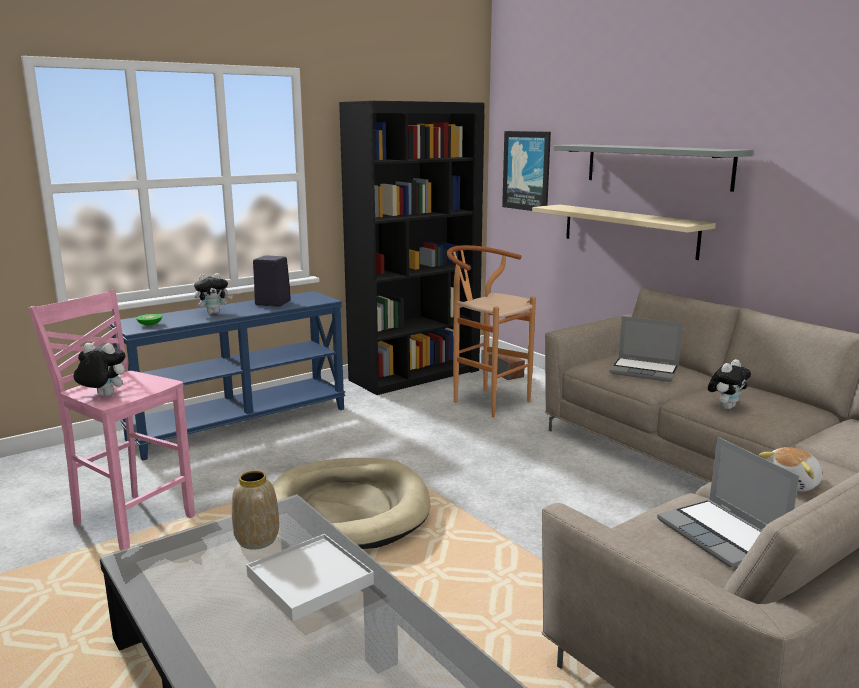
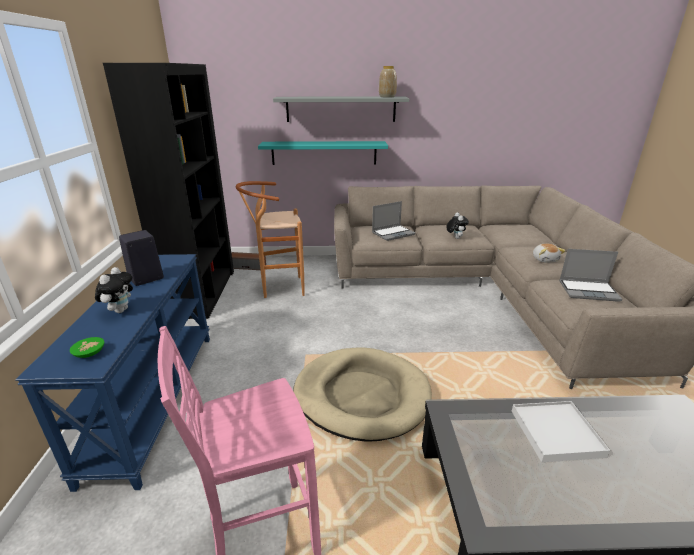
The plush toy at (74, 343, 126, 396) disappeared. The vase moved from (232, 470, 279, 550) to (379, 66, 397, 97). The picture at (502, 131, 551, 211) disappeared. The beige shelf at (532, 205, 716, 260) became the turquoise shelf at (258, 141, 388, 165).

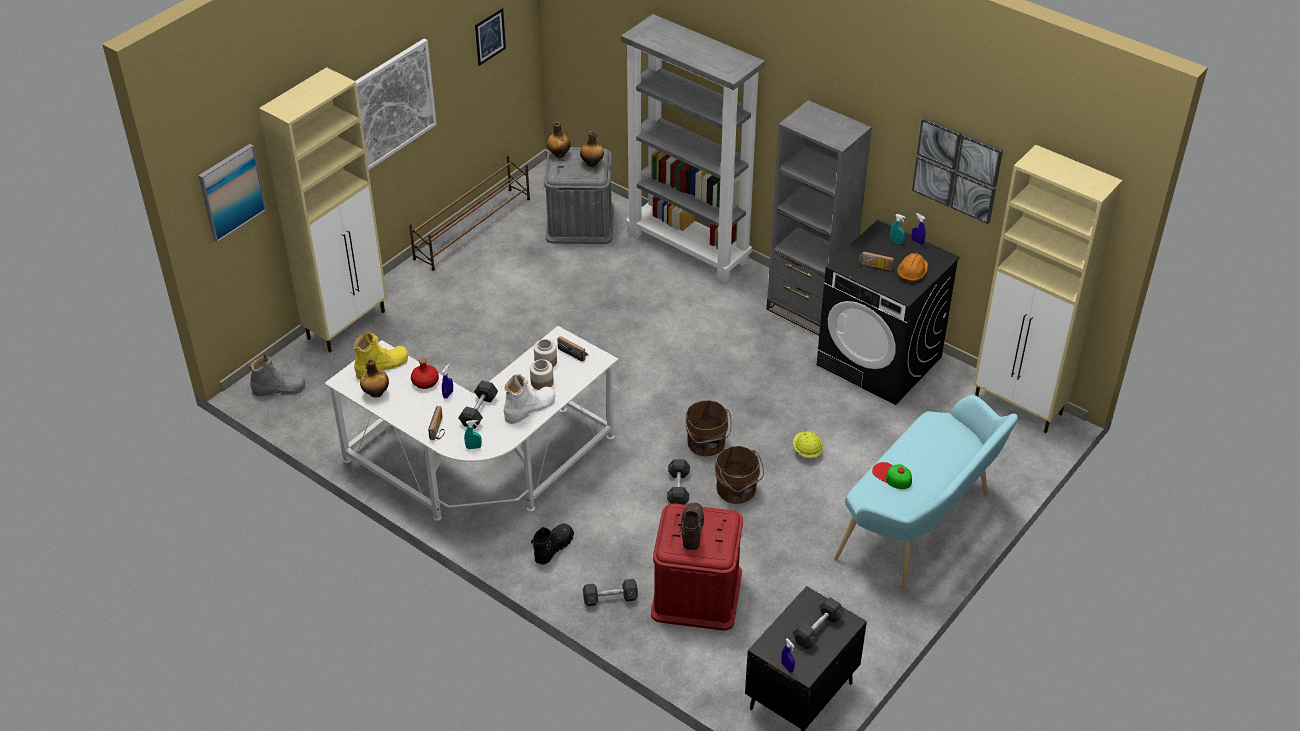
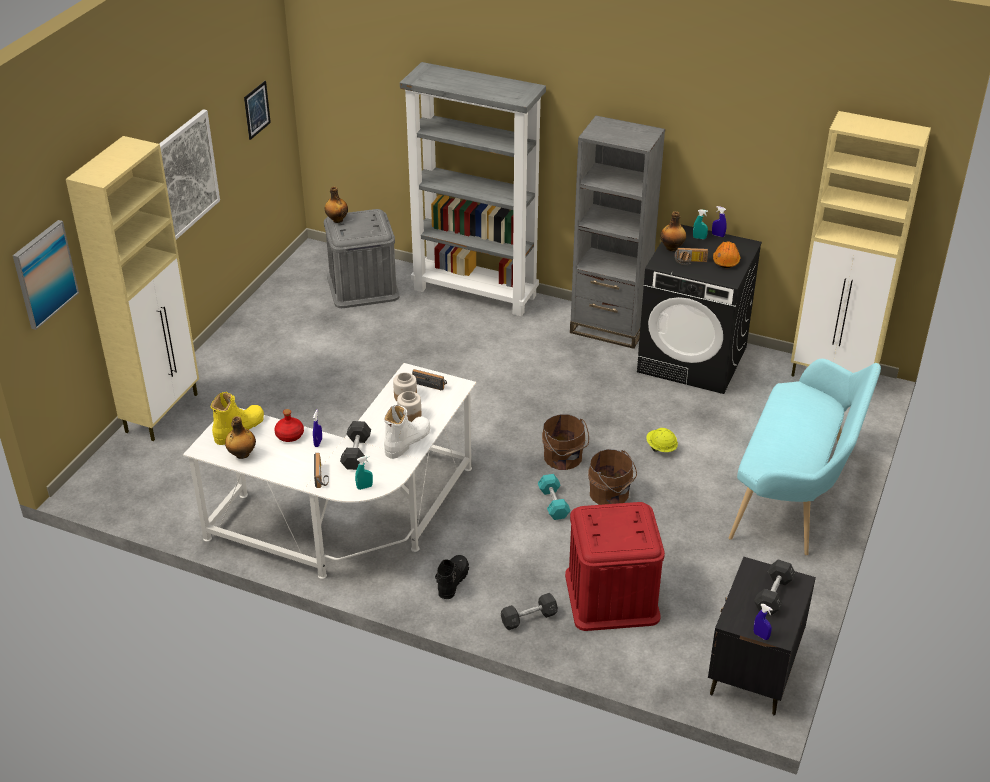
The grey boot at (249, 355, 305, 396) disappeared. The brown shoe rack at (409, 156, 530, 270) disappeared. The bottle moved from (580, 131, 604, 167) to (660, 211, 686, 251). The grey dumbbell at (667, 459, 690, 505) became the turquoise dumbbell at (538, 474, 571, 520). The brown boot at (679, 503, 704, 550) disappeared. The cap at (872, 462, 912, 489) disappeared. The picture at (912, 117, 1003, 224) disappeared.

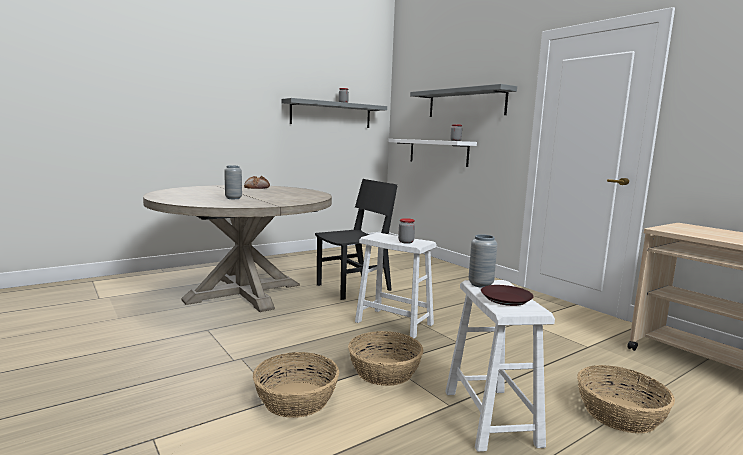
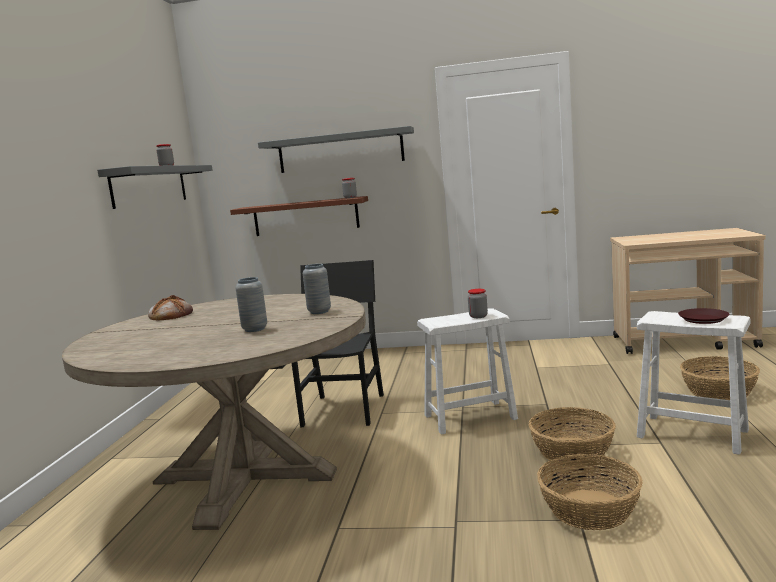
The white shelf at (388, 139, 477, 167) became the brown shelf at (230, 196, 368, 236). The grey vase moved from (469, 234, 497, 288) to (303, 264, 331, 314).

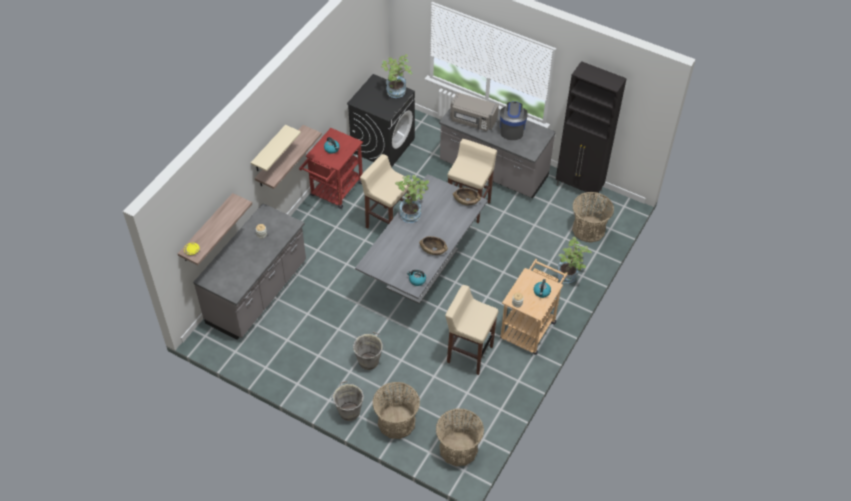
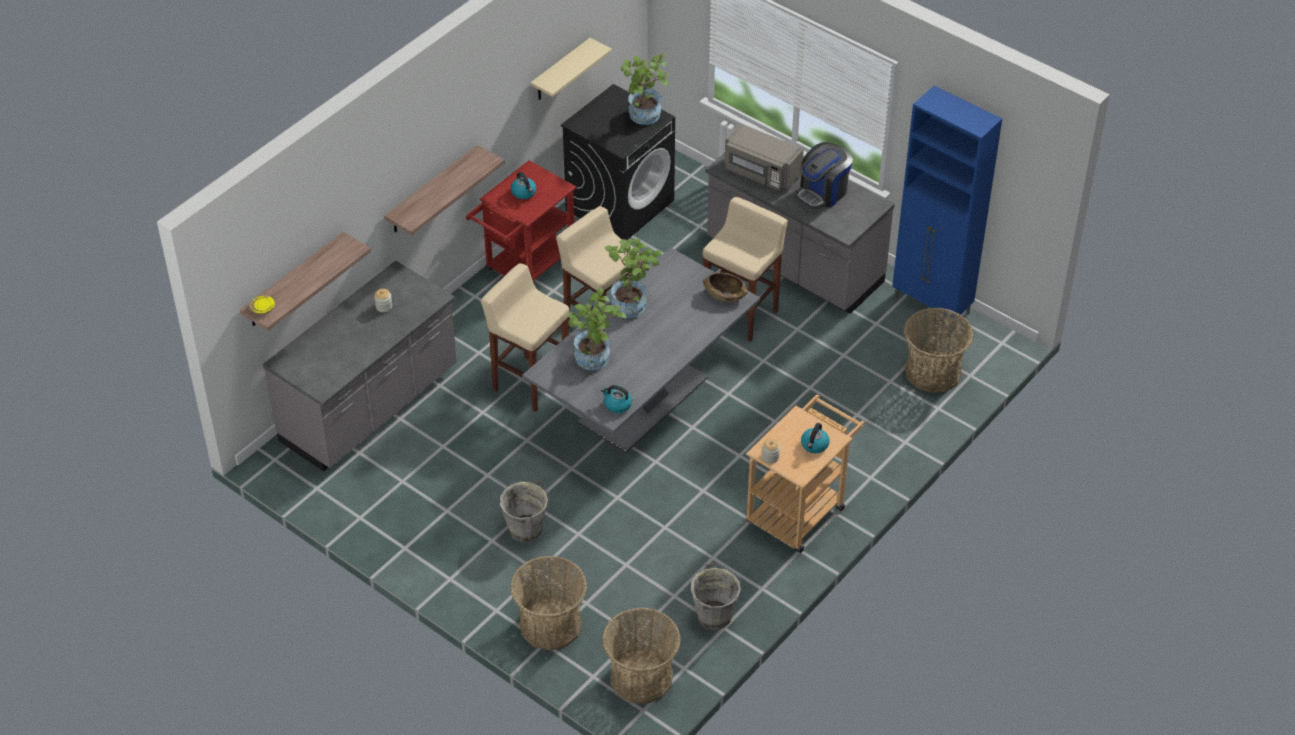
The beige shelf moved from (251, 125, 301, 171) to (531, 38, 612, 100). The grey bucket moved from (331, 381, 364, 421) to (688, 563, 742, 630). The brown bowl at (419, 236, 448, 255) disappeared. The beige stool moved from (445, 285, 498, 375) to (481, 263, 570, 412). The coffee machine at (500, 101, 528, 140) turned 150 degrees counterclockwise. The black cabinet at (556, 61, 627, 201) became the blue cabinet at (892, 85, 1002, 328). The potted plant moved from (557, 237, 592, 283) to (566, 288, 627, 370).

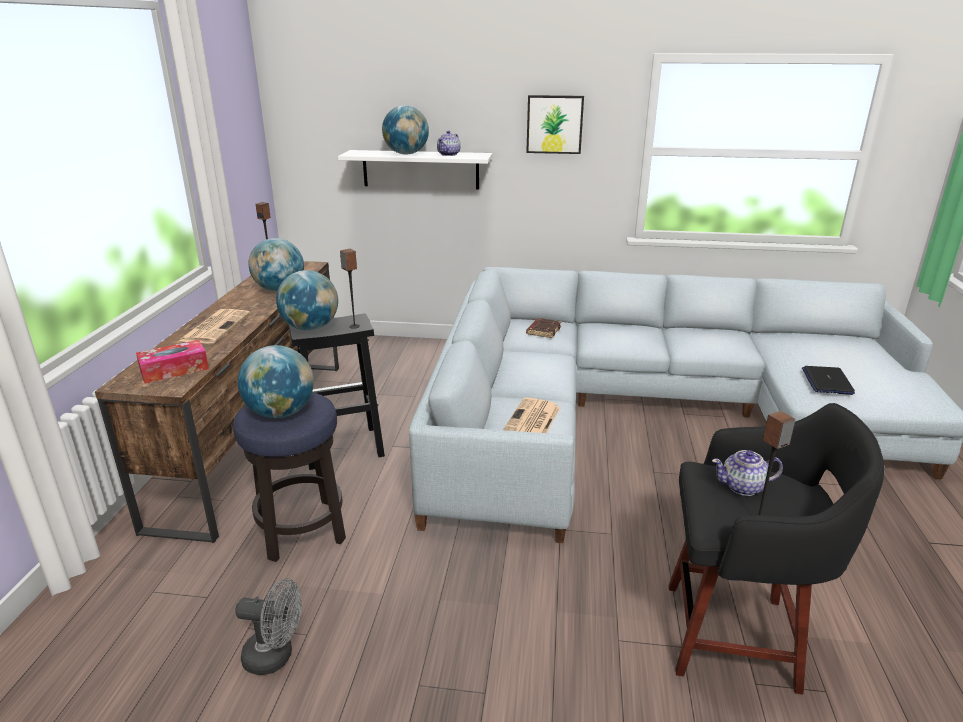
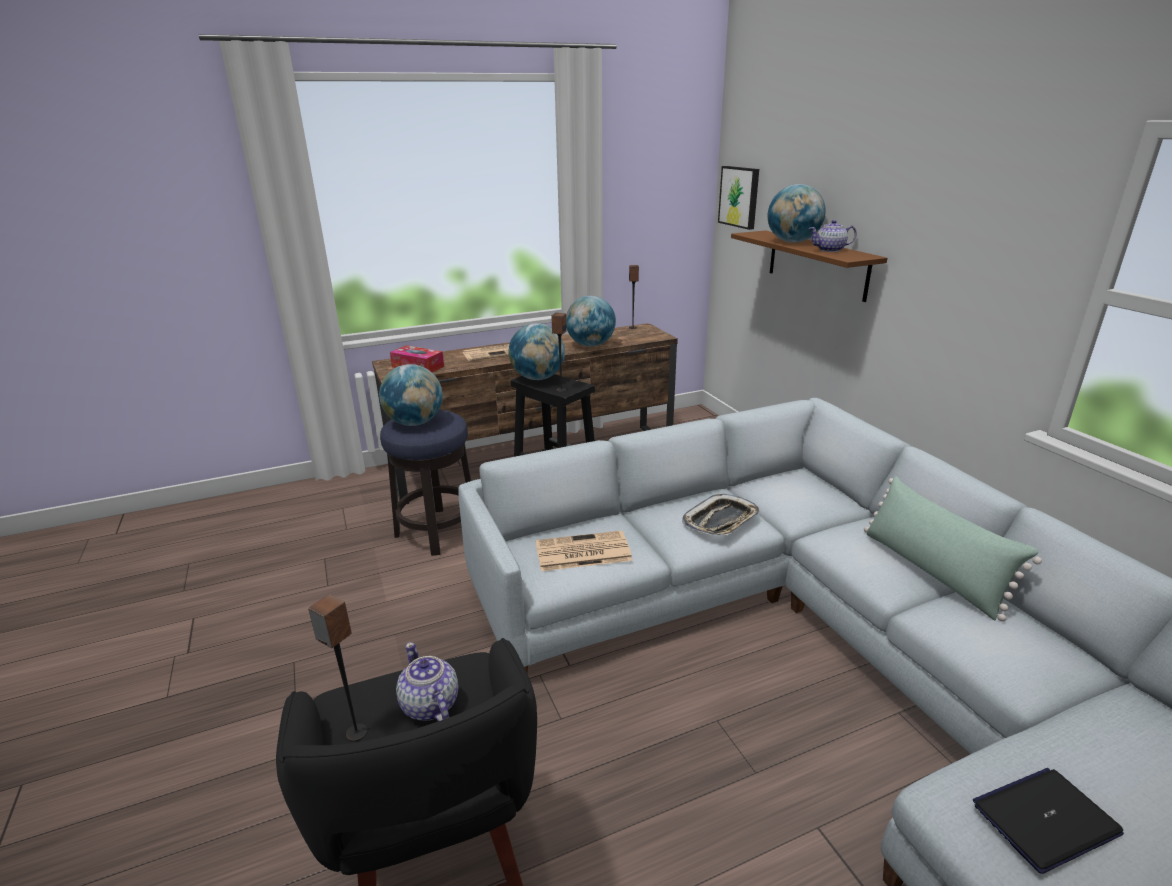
The grey fan at (235, 578, 302, 675) disappeared. The white shelf at (338, 150, 493, 189) became the brown shelf at (731, 230, 887, 302). The picture moved from (526, 95, 584, 154) to (718, 166, 759, 230). The brown book at (526, 318, 561, 338) disappeared. The tray at (682, 494, 759, 535) appeared. The green pillow at (864, 476, 1042, 622) appeared.

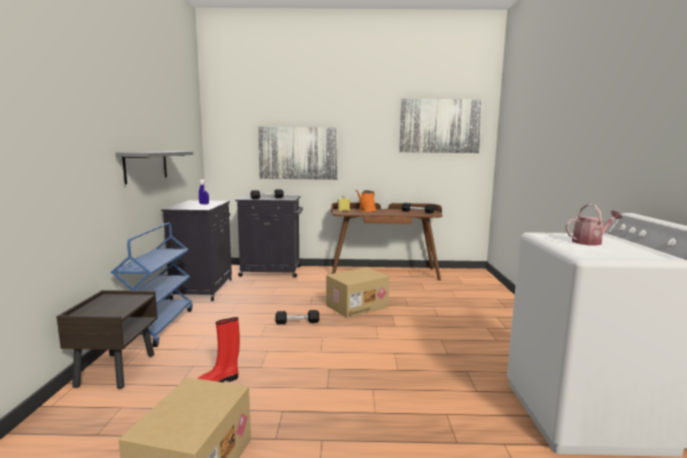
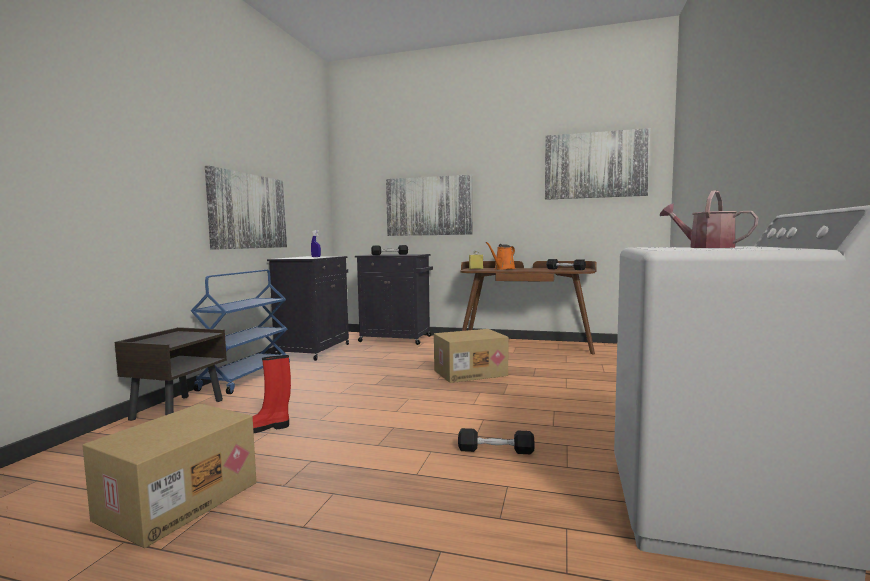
The grey shelf at (116, 151, 193, 184) was replaced by the picture at (205, 166, 287, 250). The black dumbbell moved from (275, 310, 319, 324) to (458, 428, 535, 454). The watering can at (566, 204, 622, 246) turned 135 degrees counterclockwise.

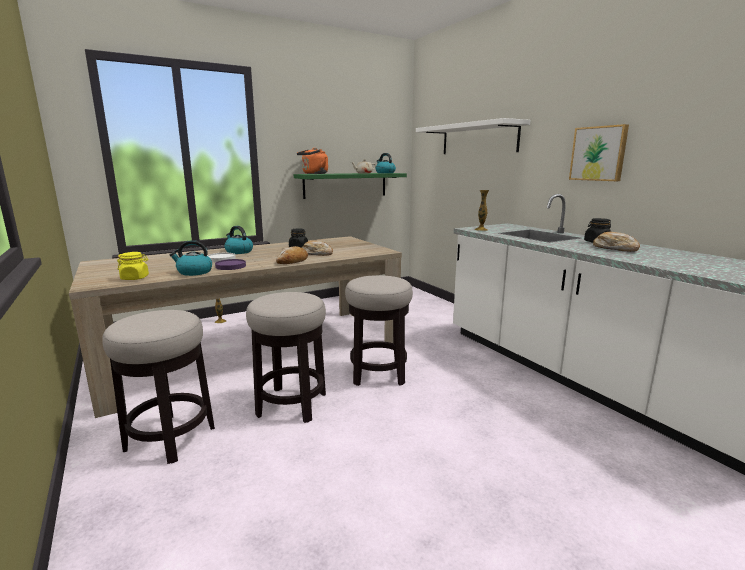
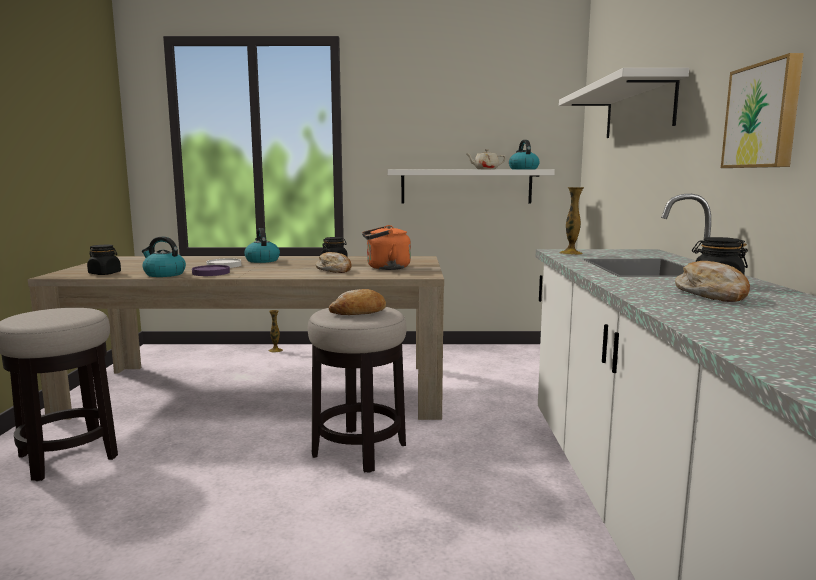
The yellow jar at (117, 252, 149, 280) became the black jar at (87, 245, 121, 275). The stool at (246, 292, 326, 423) disappeared. The bread moved from (276, 246, 308, 264) to (329, 289, 386, 315). The green shelf at (294, 173, 407, 199) became the white shelf at (387, 170, 555, 204). The orange kettle moved from (297, 148, 328, 174) to (362, 225, 411, 270).

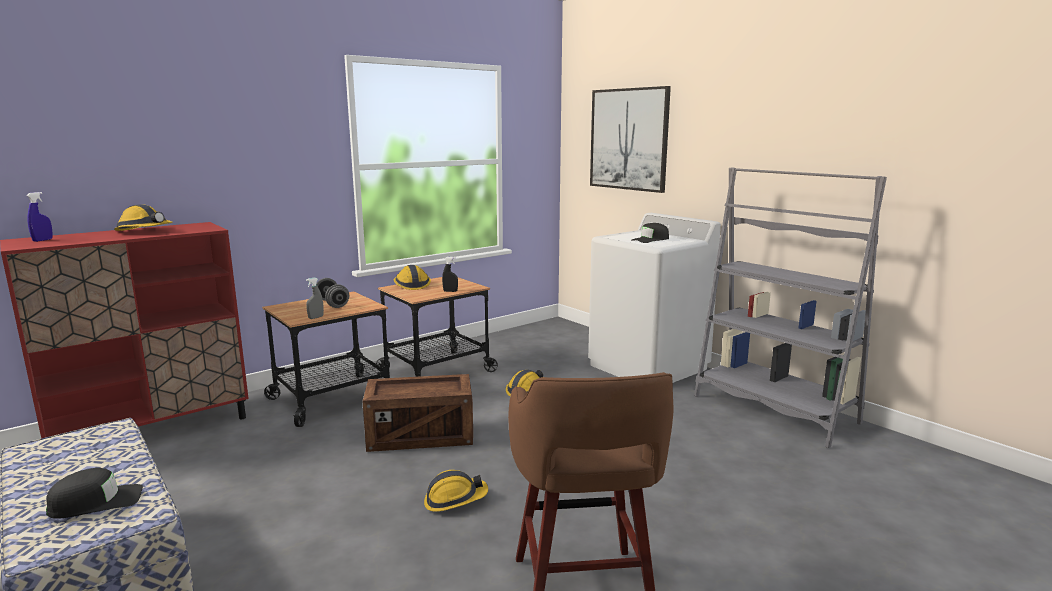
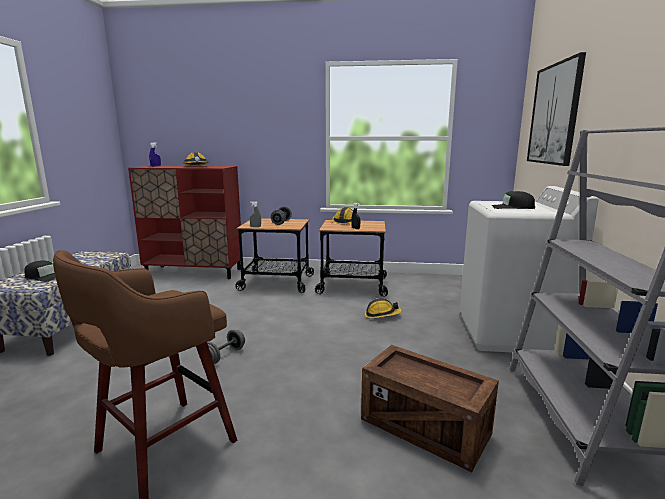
The crate moved from (363, 374, 473, 452) to (361, 345, 499, 472). The hard hat at (424, 470, 488, 512) was replaced by the grey dumbbell at (207, 330, 245, 364).

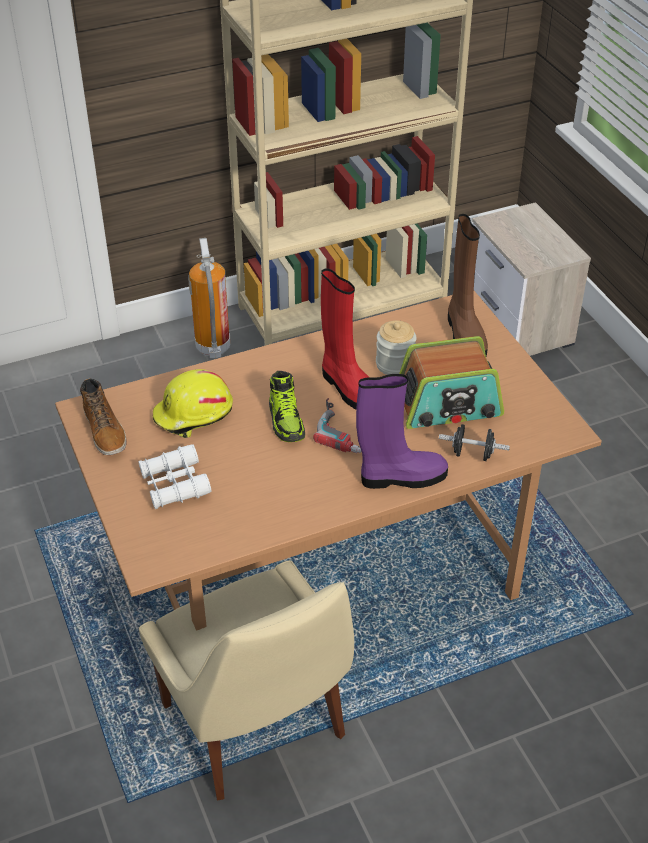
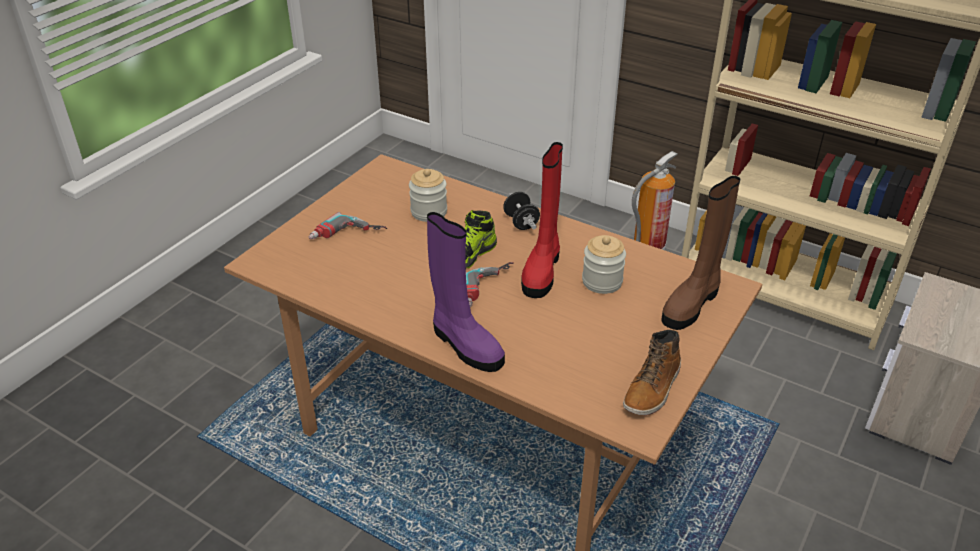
The boot moved from (80, 378, 127, 455) to (623, 330, 681, 415). The white binoculars at (138, 444, 212, 509) was replaced by the power drill at (309, 212, 387, 239). The beige chair at (139, 560, 354, 800) disappeared. The yellow hard hat at (153, 369, 233, 438) was replaced by the jar at (409, 169, 447, 222). The radio at (399, 336, 504, 429) disappeared. The black dumbbell moved from (439, 424, 510, 461) to (503, 192, 540, 230).

